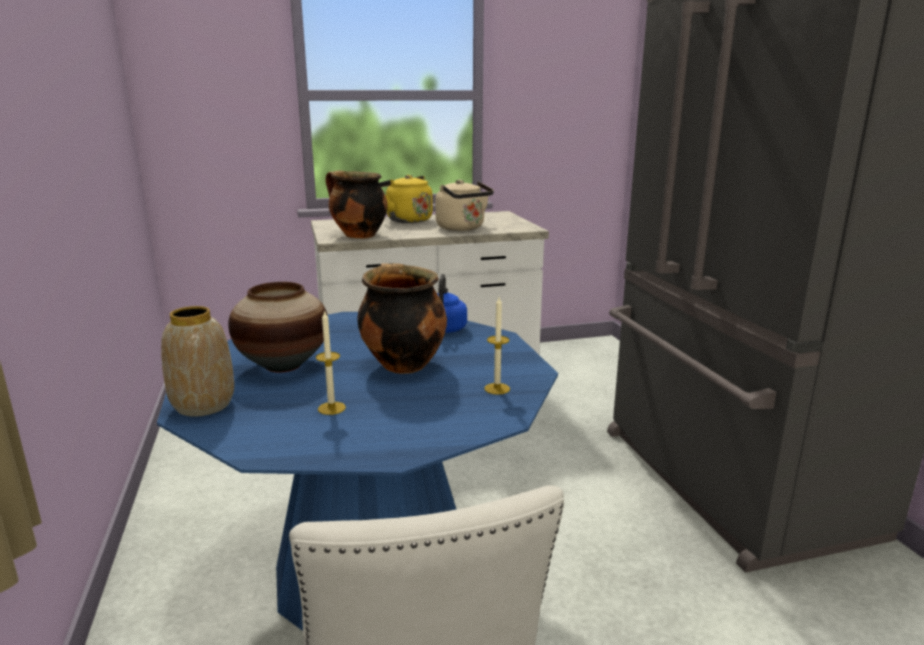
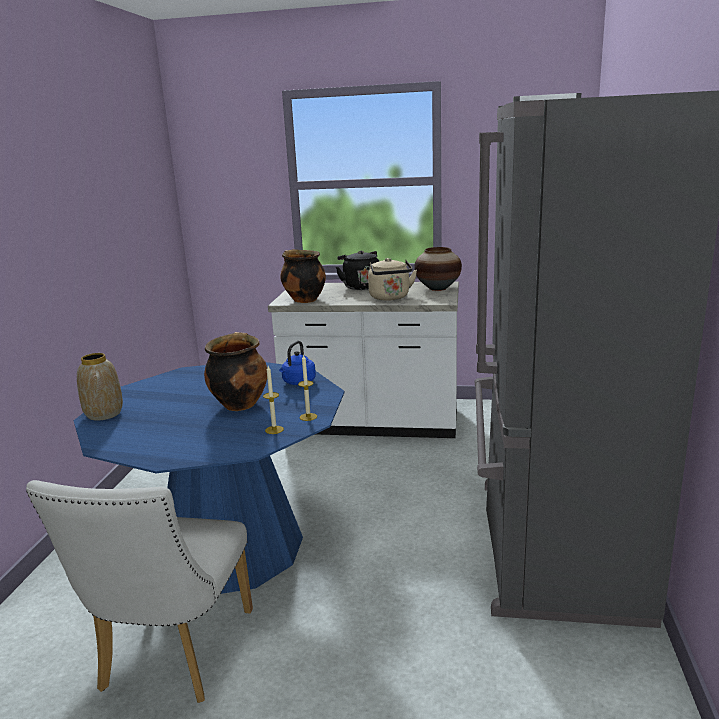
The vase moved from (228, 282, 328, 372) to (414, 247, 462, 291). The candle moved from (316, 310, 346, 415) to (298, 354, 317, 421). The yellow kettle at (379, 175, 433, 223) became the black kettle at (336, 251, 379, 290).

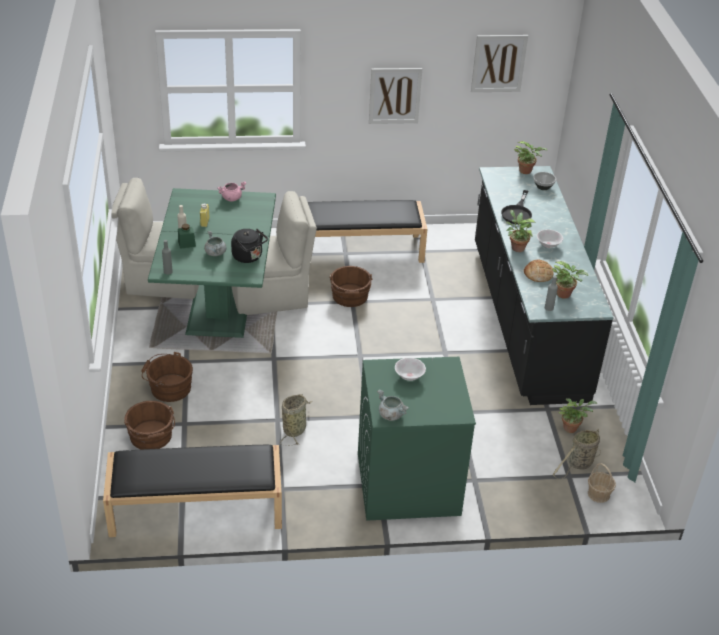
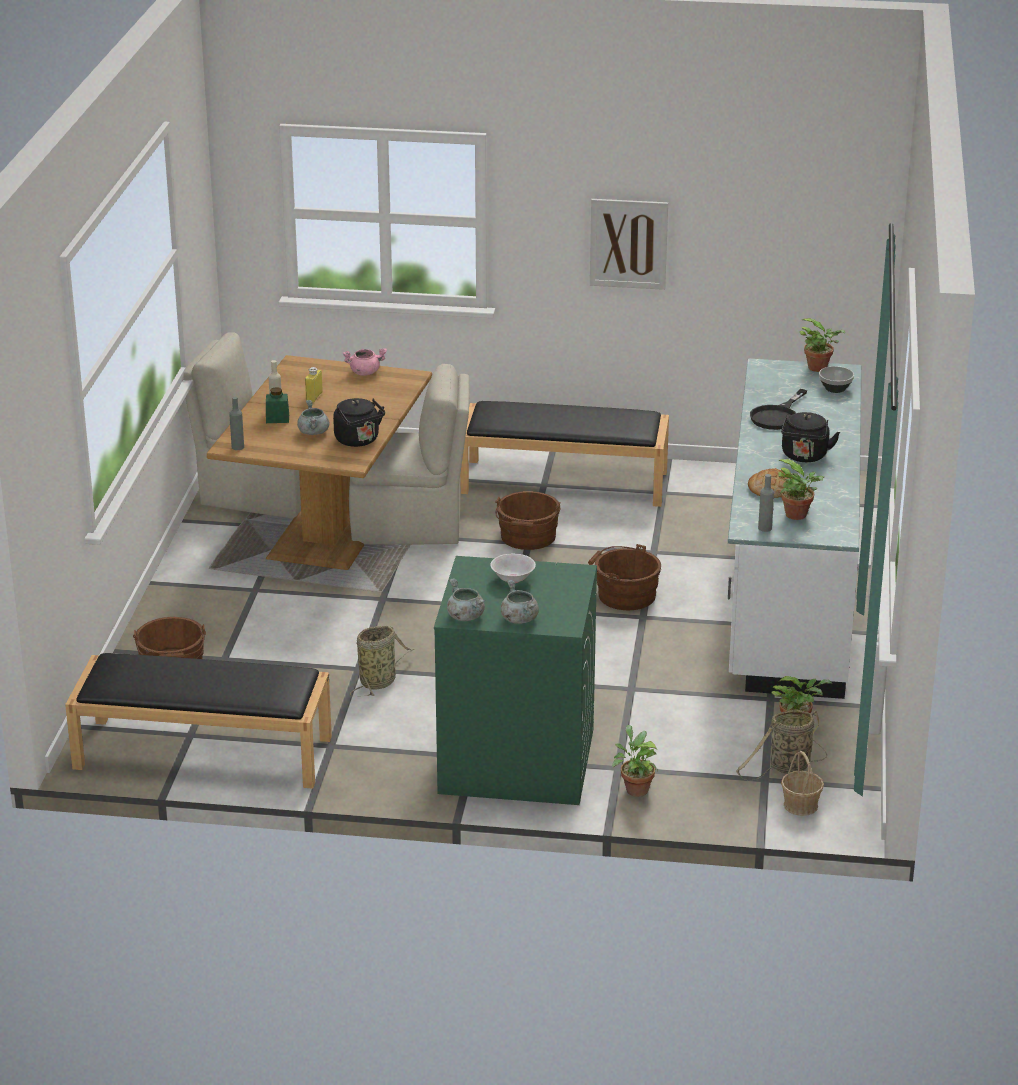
The brown bucket moved from (141, 352, 193, 402) to (588, 544, 661, 610). The green dining table at (148, 188, 276, 338) became the brown dining table at (207, 355, 432, 570). The picture at (471, 35, 528, 92) disappeared. The black counter at (475, 166, 614, 405) became the white counter at (728, 358, 861, 699). The potted plant moved from (506, 210, 536, 252) to (612, 725, 658, 797). The white bowl at (537, 229, 563, 248) was replaced by the black kettle at (781, 412, 840, 462). The grey cooking pot at (501, 580, 539, 624) appeared.

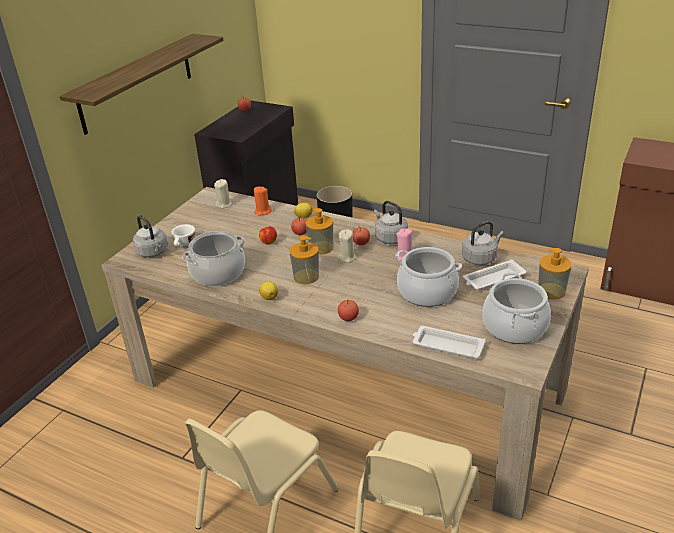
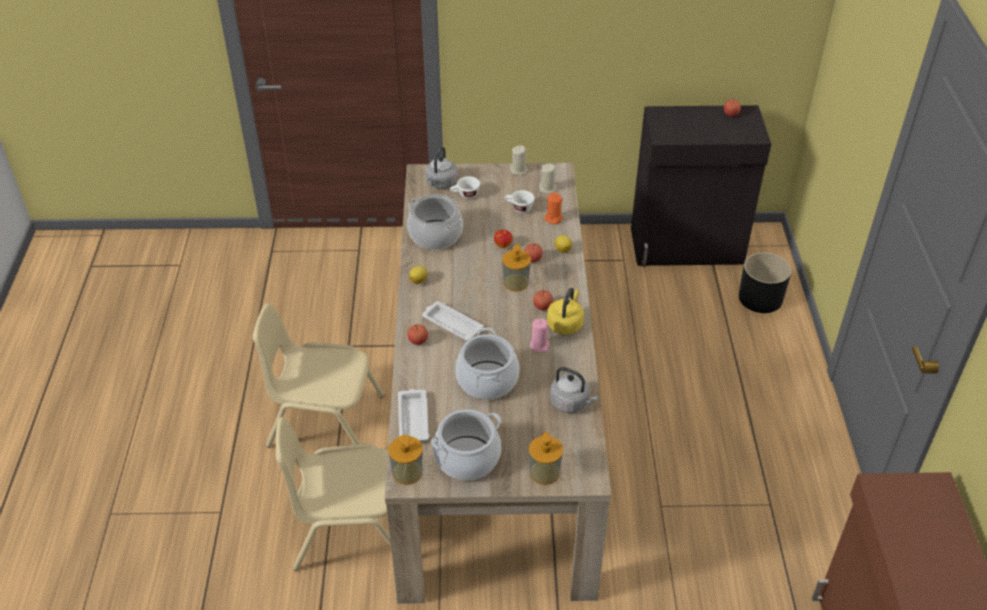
The shelf at (60, 34, 223, 135) disappeared. The soap dispenser moved from (290, 235, 319, 284) to (388, 435, 423, 485). The beige candle moved from (338, 229, 356, 263) to (510, 145, 528, 175). The grey kettle at (374, 201, 408, 244) became the yellow kettle at (547, 288, 584, 335). The white tray moved from (463, 259, 527, 290) to (422, 301, 484, 341). The white cup at (505, 190, 535, 213) appeared.

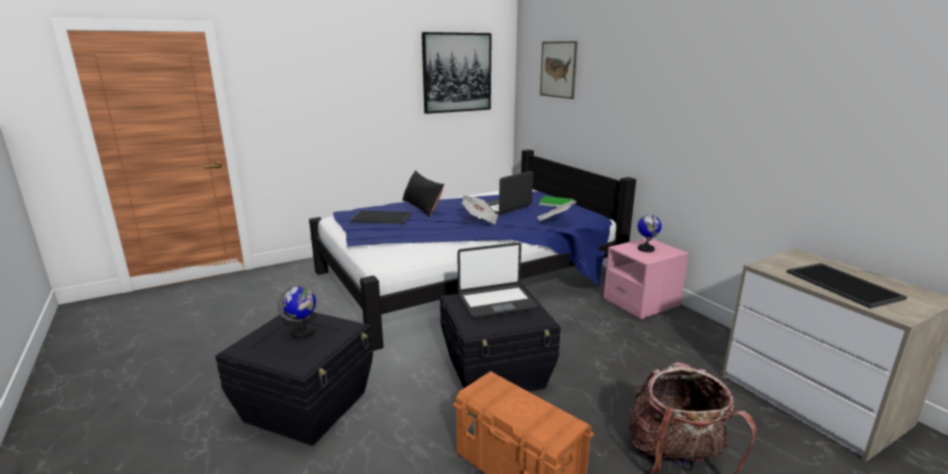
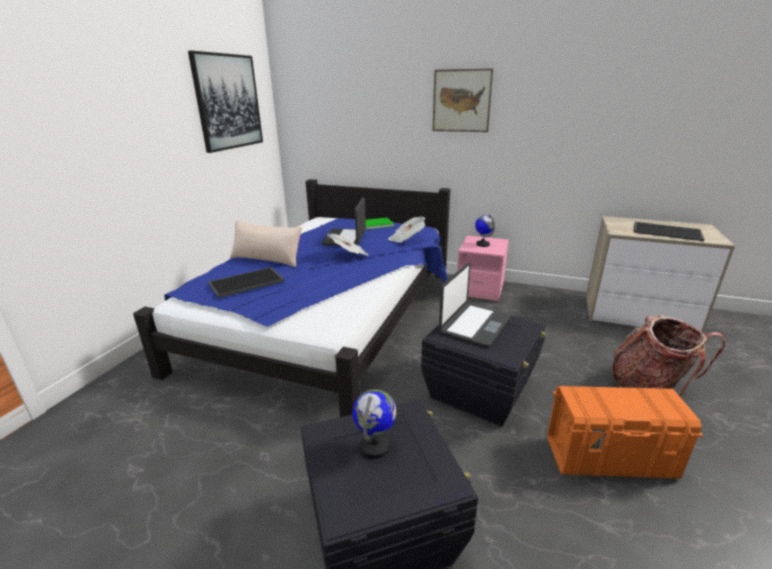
The black pillow at (402, 170, 444, 218) became the beige pillow at (230, 220, 302, 267). The picture moved from (540, 41, 577, 99) to (432, 68, 494, 132).

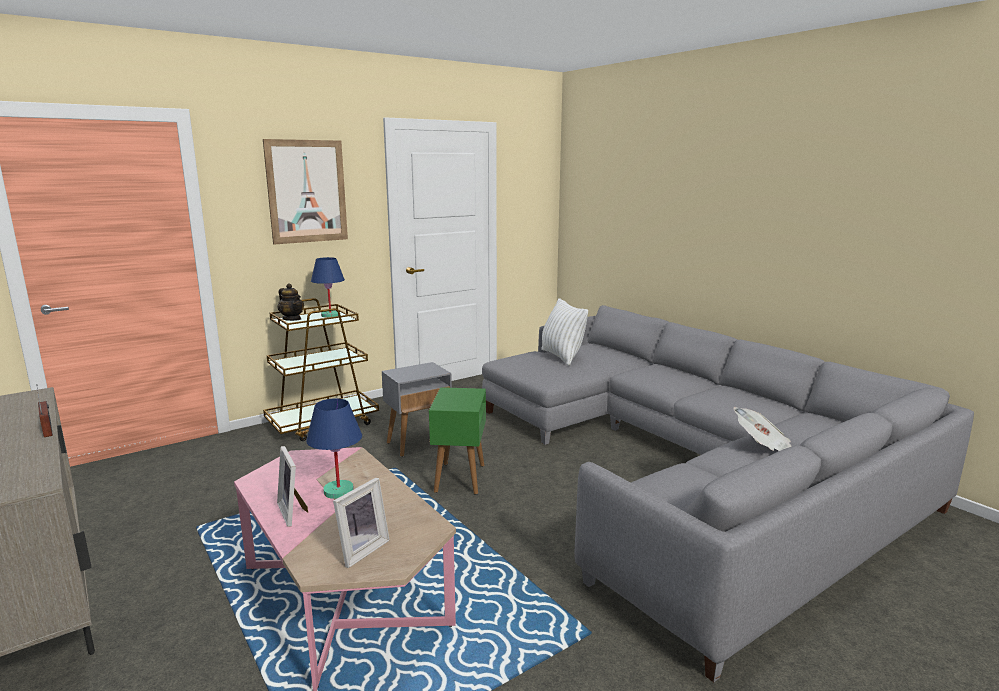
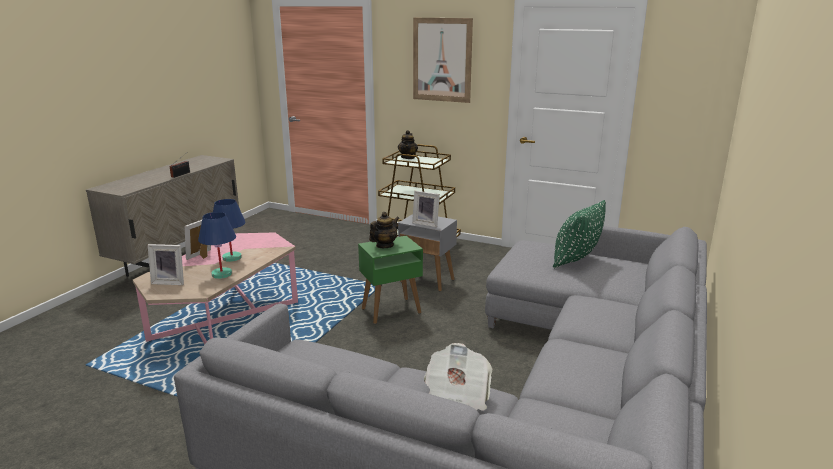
The blue table lamp moved from (311, 257, 345, 318) to (198, 212, 236, 279). The white pillow at (541, 298, 588, 366) became the green pillow at (553, 200, 606, 268). The teapot at (369, 212, 399, 248) appeared. The picture frame at (412, 191, 440, 227) appeared.

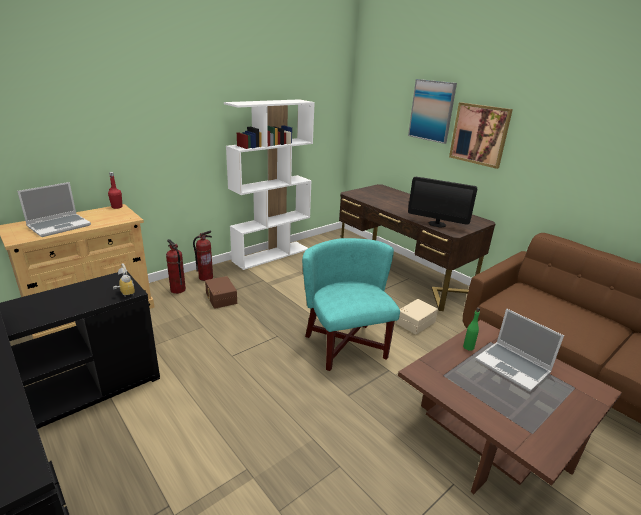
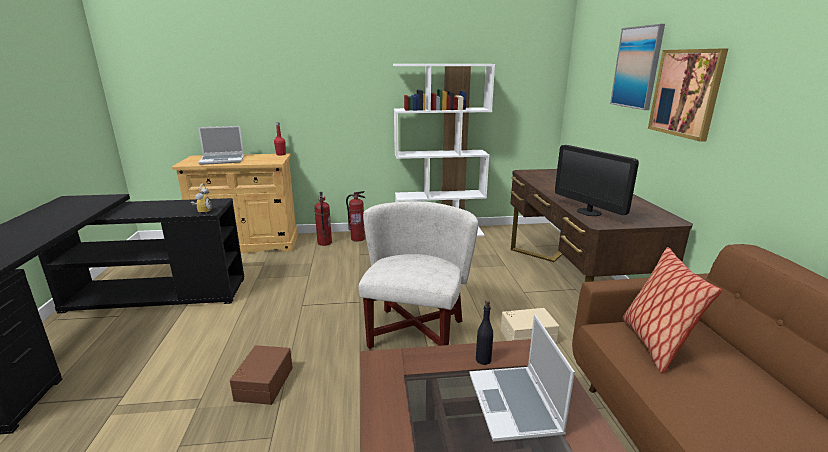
The brown storage box moved from (205, 276, 237, 309) to (230, 345, 293, 405). The turquoise armchair at (302, 238, 400, 371) became the white armchair at (358, 201, 478, 349). The green bottle at (463, 307, 480, 351) became the black bottle at (476, 300, 493, 365). The pillow at (623, 247, 722, 374) appeared.

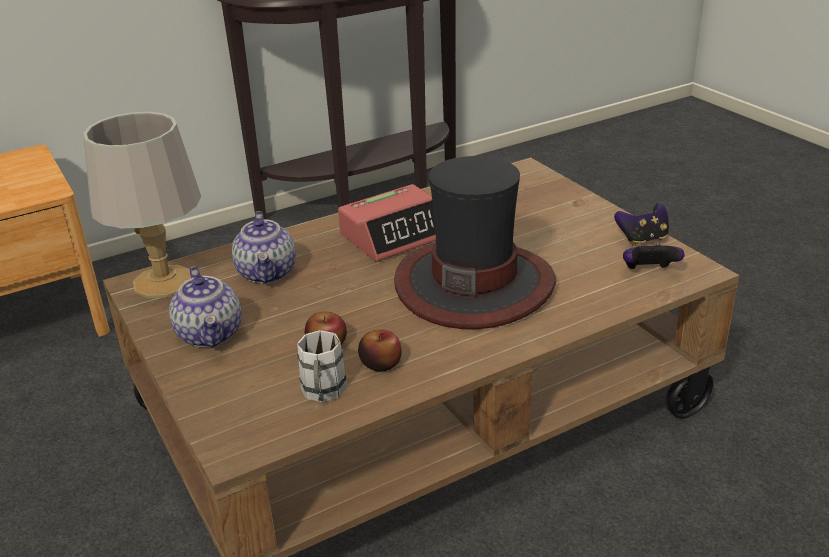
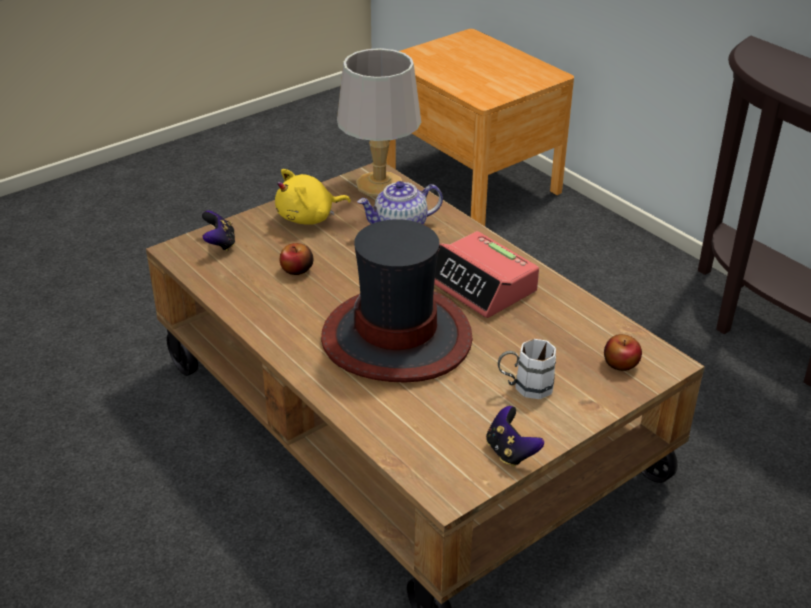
The teapot at (169, 266, 242, 347) was replaced by the yellow plush toy at (275, 169, 351, 225). The white mug moved from (297, 330, 347, 402) to (498, 339, 556, 399). The apple moved from (358, 330, 402, 372) to (604, 334, 642, 371). The game controller moved from (623, 242, 685, 269) to (202, 211, 236, 251).

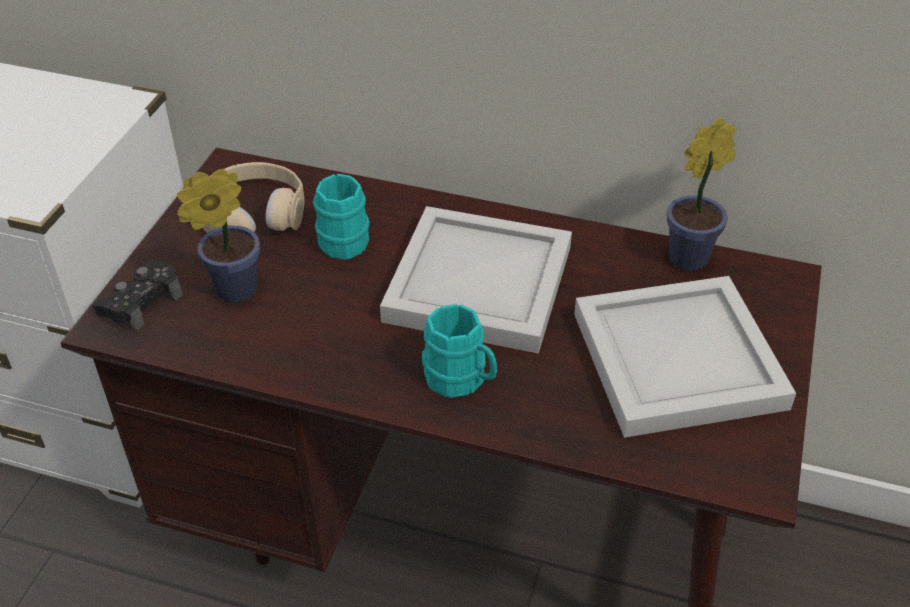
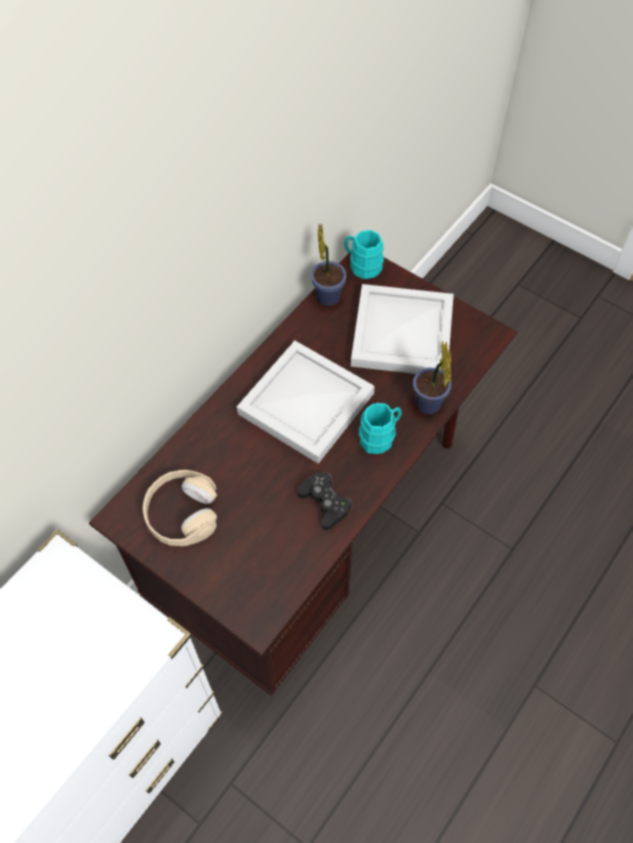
The black game controller moved from (93, 261, 182, 331) to (298, 472, 352, 530). The potted plant moved from (177, 169, 260, 303) to (413, 340, 451, 414). The turquoise mug moved from (313, 174, 370, 260) to (344, 230, 384, 279).

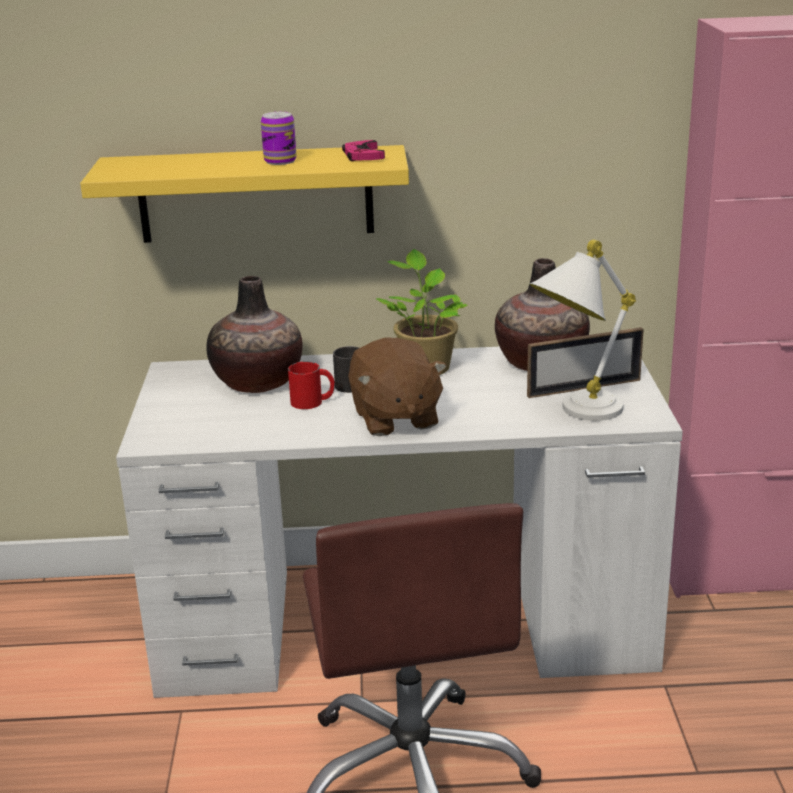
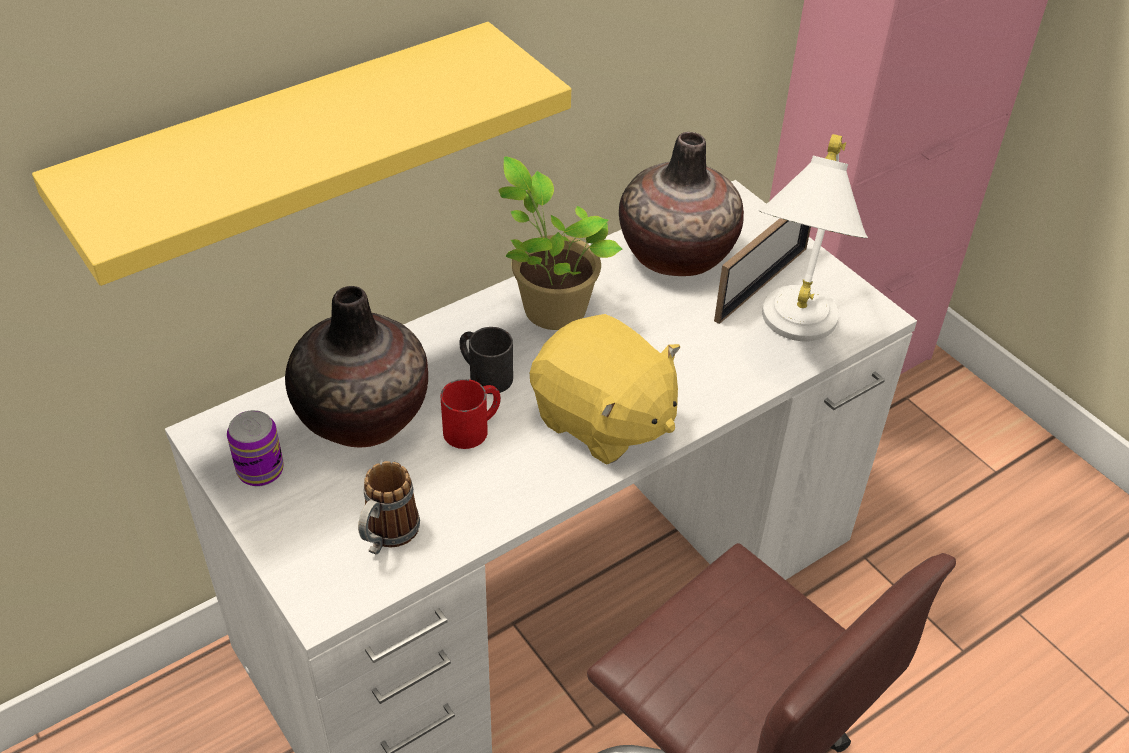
The can moved from (261, 112, 296, 165) to (227, 410, 284, 486). The pink game controller at (342, 140, 385, 161) disappeared. The brown plush toy at (348, 337, 447, 436) became the yellow plush toy at (530, 314, 680, 465). The mug at (358, 461, 420, 555) appeared.

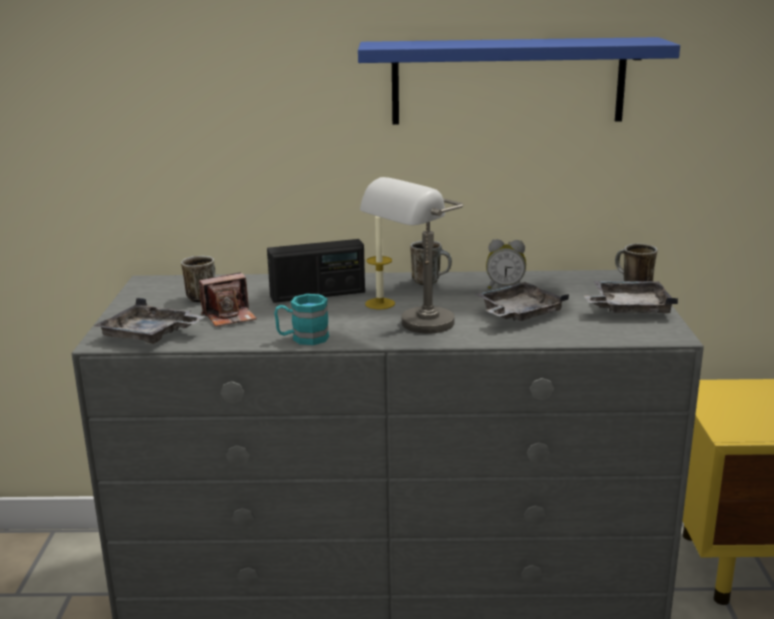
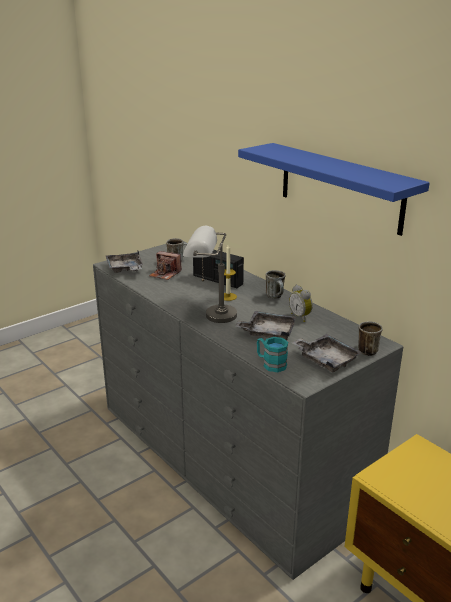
The turquoise mug moved from (274, 294, 329, 345) to (257, 337, 288, 372).

